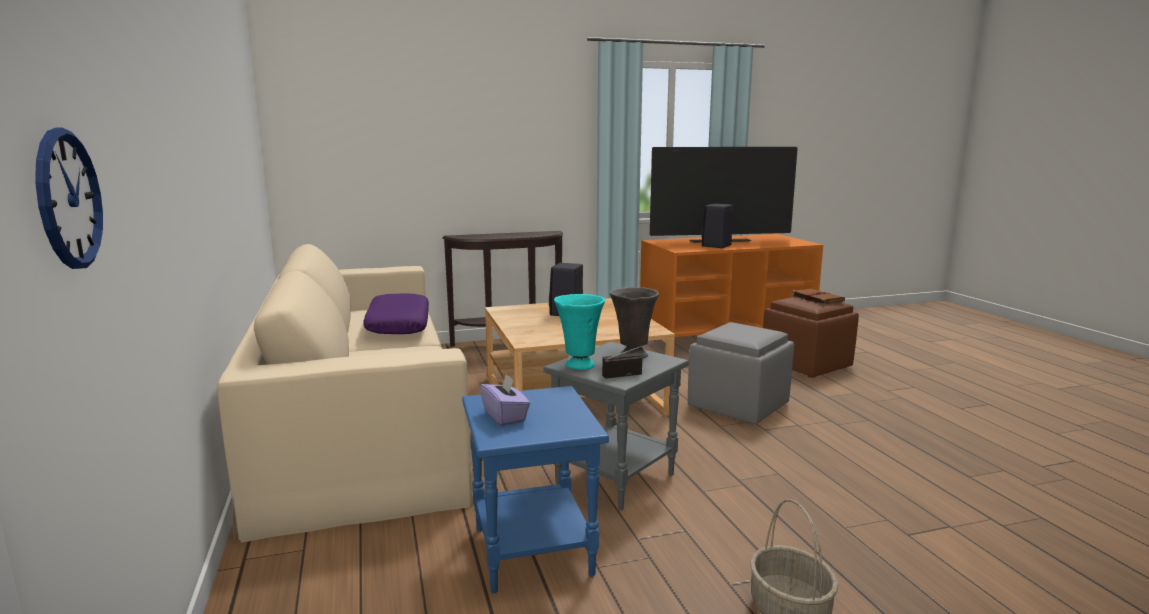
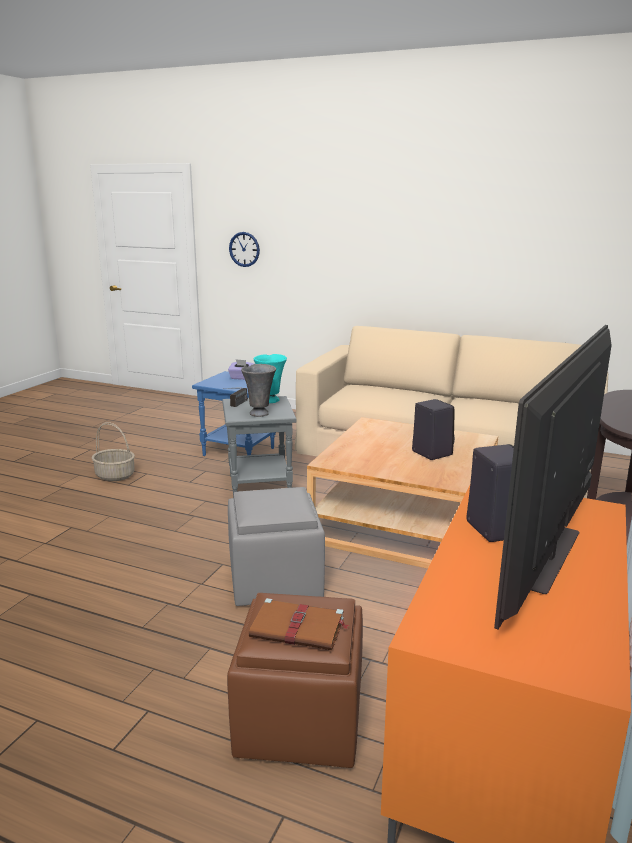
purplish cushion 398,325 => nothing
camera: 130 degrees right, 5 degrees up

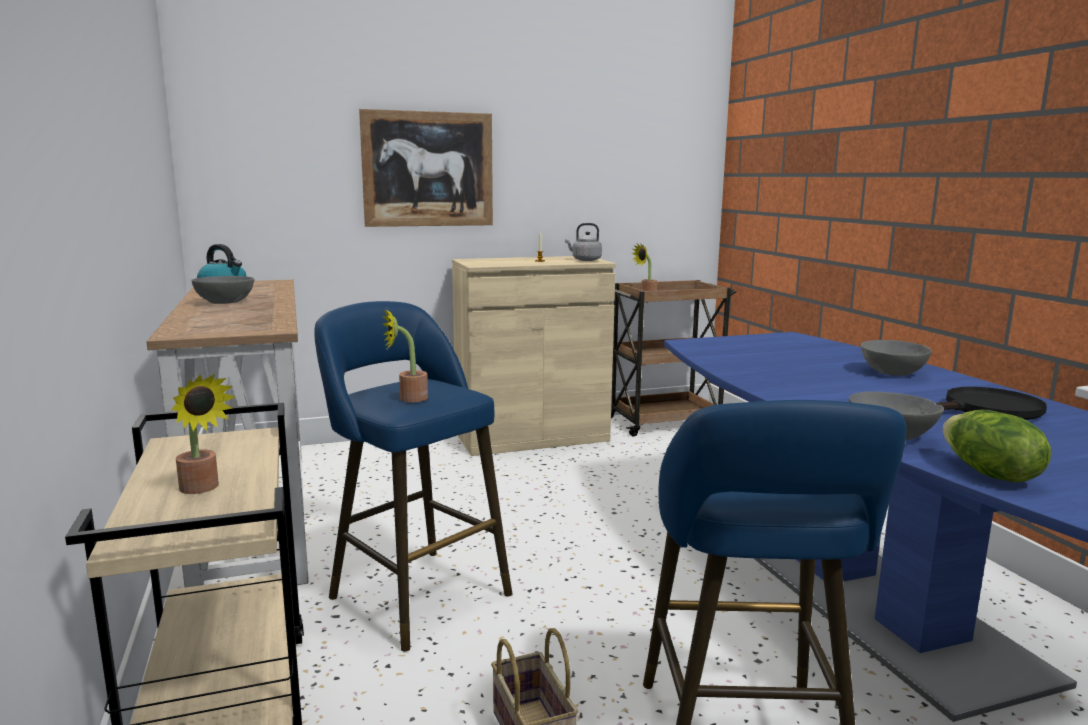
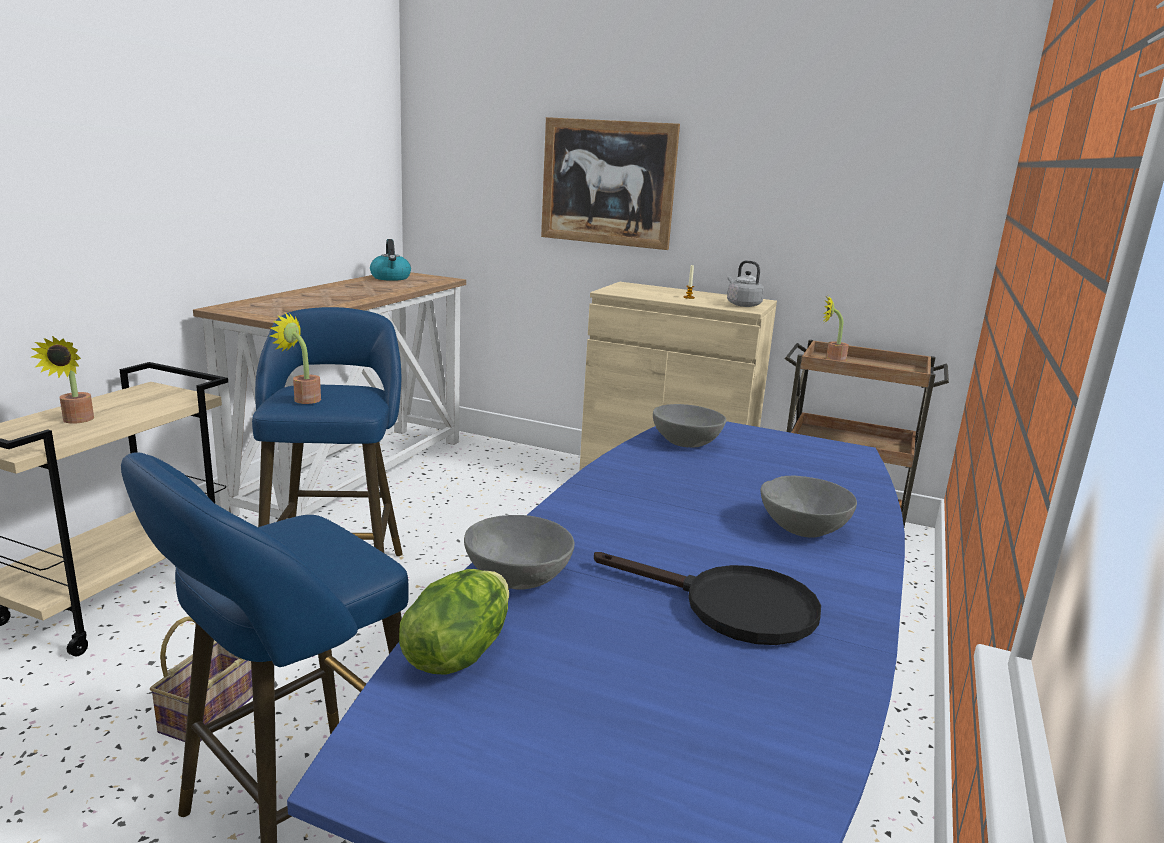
gray deep dish 225,302 => gray deep dish 686,443, shifted
camera: 40 degrees right, 5 degrees up

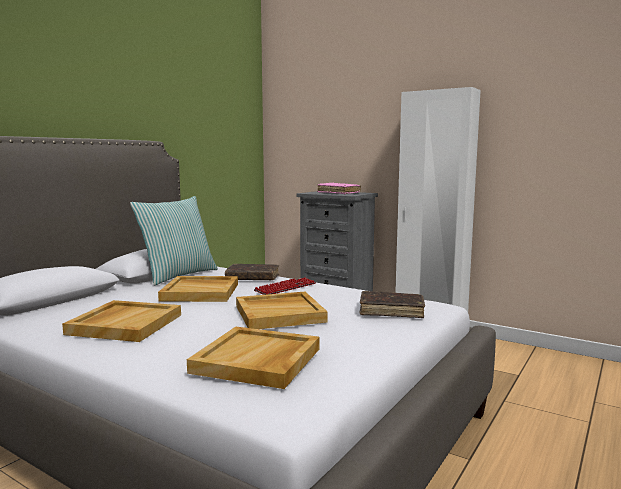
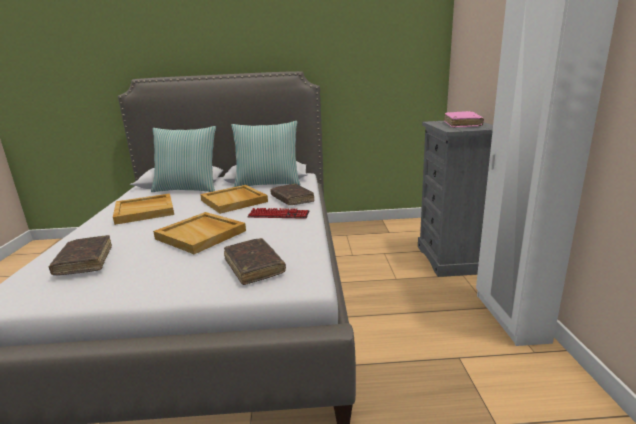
sand-coloured carrying tray 257,361 => brown-coloured book 85,261
nothing => cushion 187,189
camera: 55 degrees right, 10 degrees up

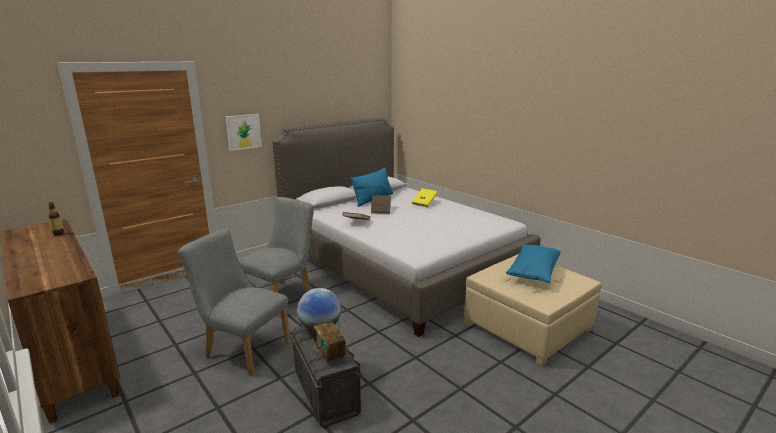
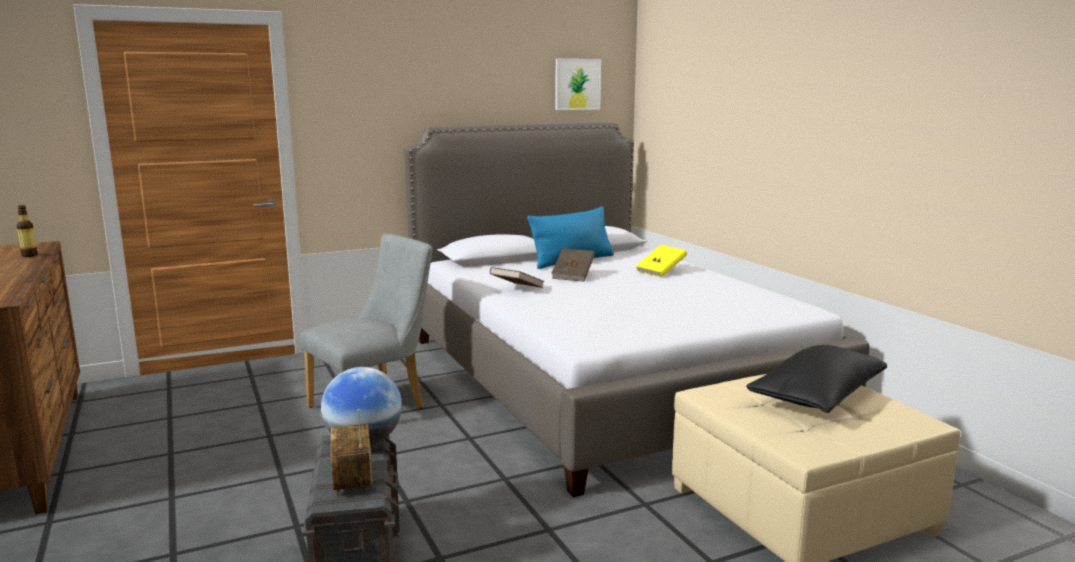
picture 243,131 => picture 577,84, shifted
bluish cushion 533,272 => black cushion 817,397
gray plain chair 243,349 => nothing
camera: 15 degrees right, 5 degrees down

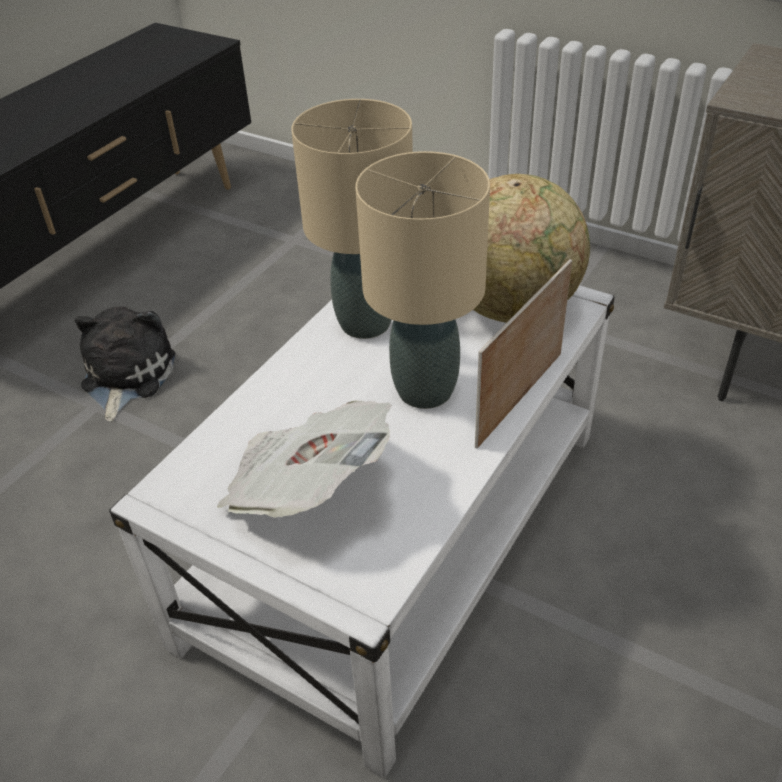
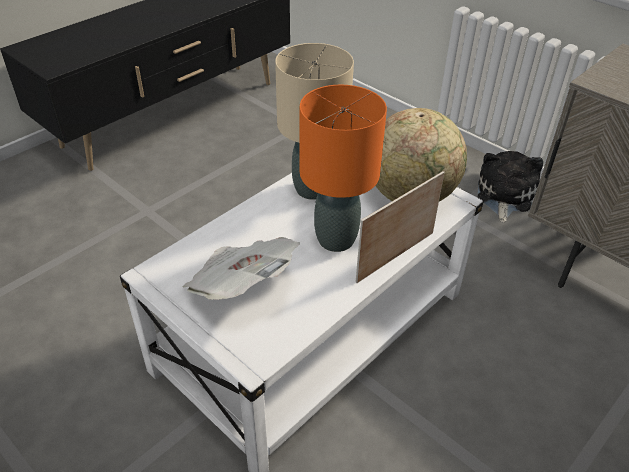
sand-coloured lamp for a table 425,391 => orange-coloured lamp for a table 336,240
soft toy 126,376 => soft toy 504,196, shifted
camera: 10 degrees right, 0 degrees up

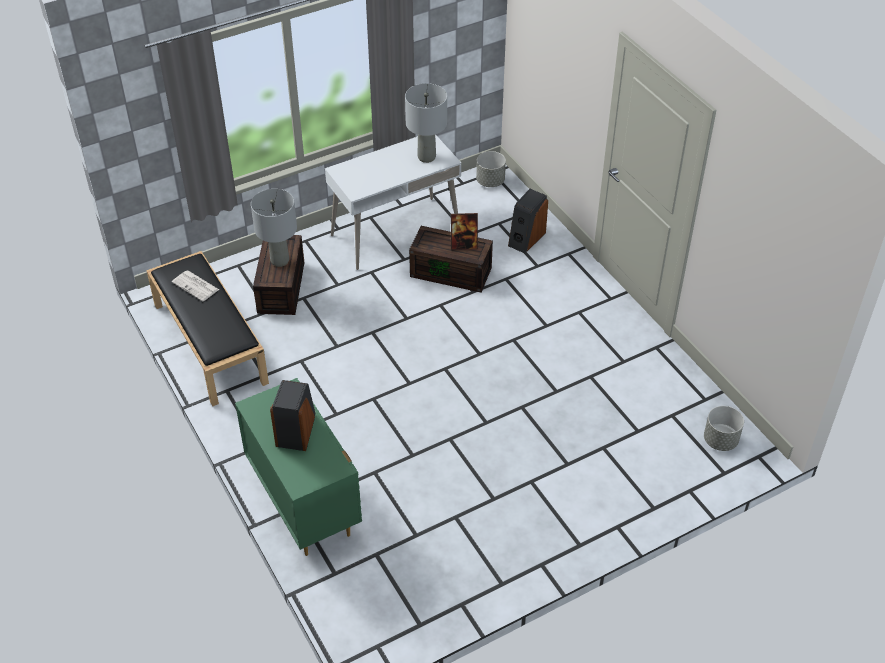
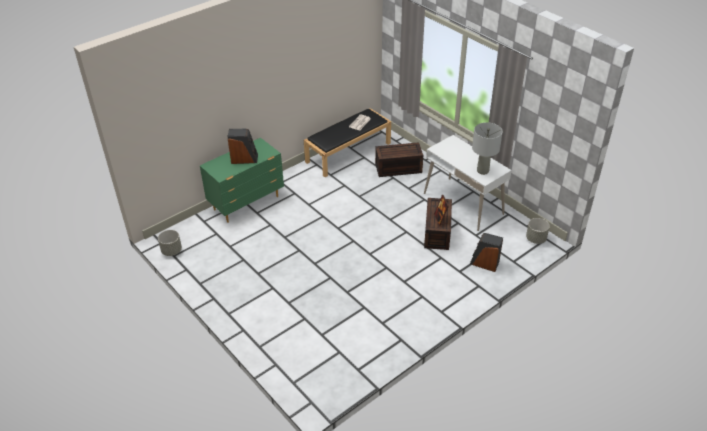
gray flower pot 720,440 => gray flower pot 171,251, shifted
gray lamp for a table 279,260 => nothing
camera: 80 degrees right, 5 degrees down

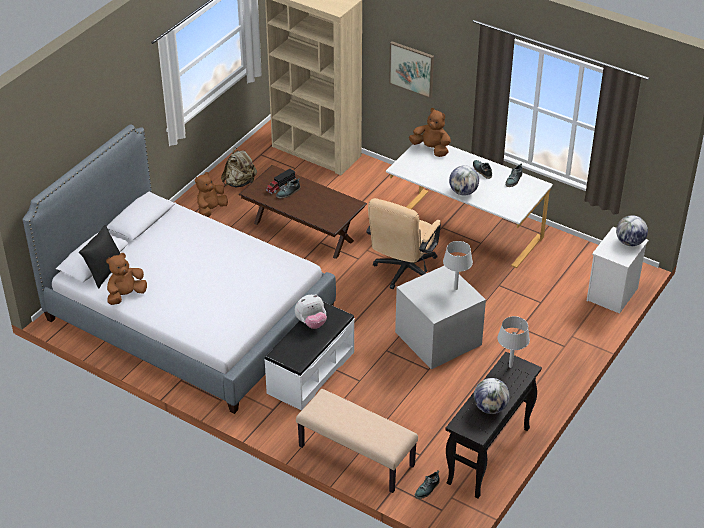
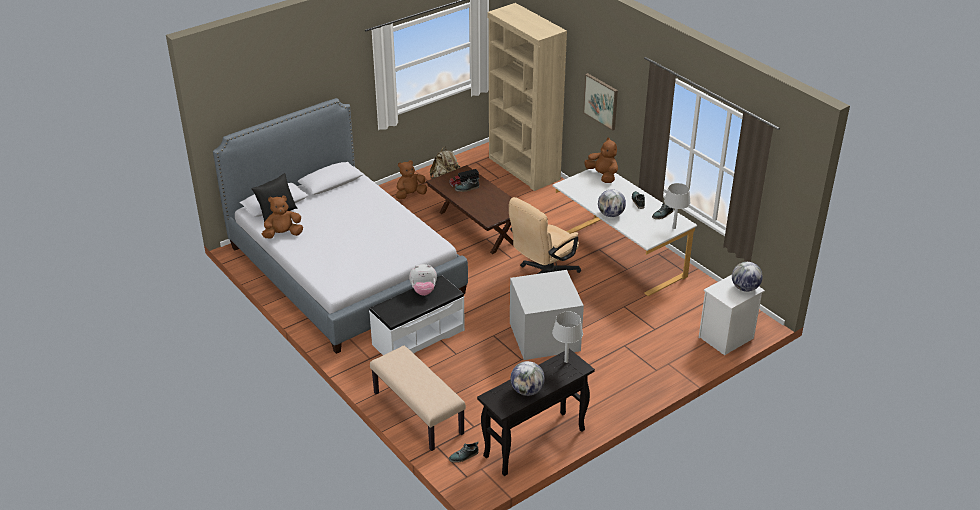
gray lamp for a table 456,288 => gray lamp for a table 674,228, shifted
camera: 20 degrees right, 5 degrees down

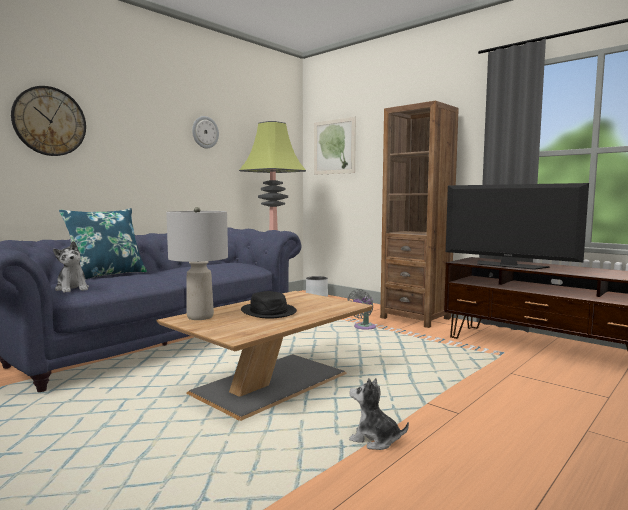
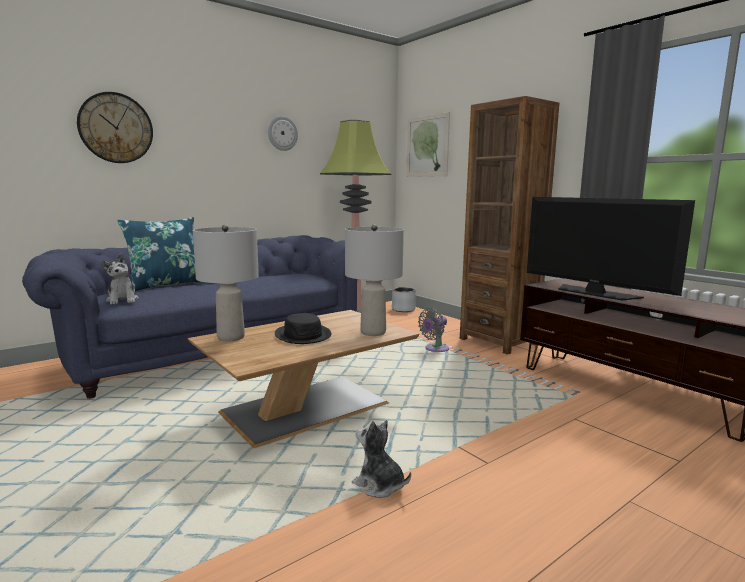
nothing => gray lamp for a table 373,332
camera: 10 degrees right, 5 degrees up

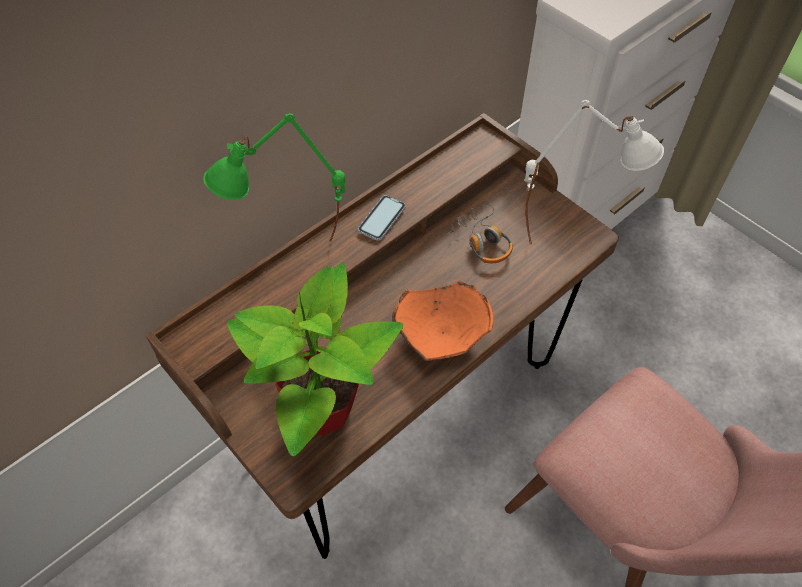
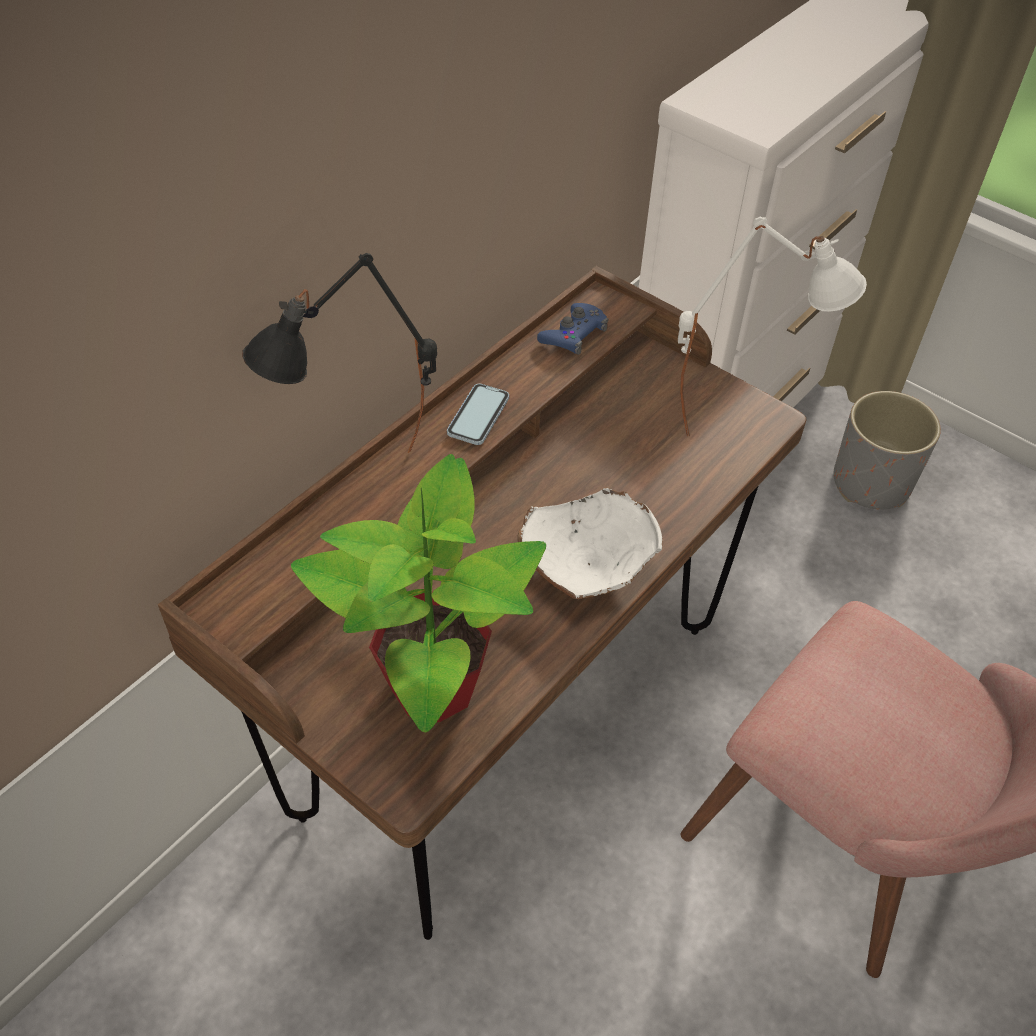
green lamp for a table 294,262 => black lamp for a table 361,485
orange-coloured deep dish 441,334 => white-coloured deep dish 585,567
nothing => bluish gamepad 573,334
nothing => gray flower pot 871,483
pair of headphones 483,241 => nothing
camera: 10 degrees left, 5 degrees down

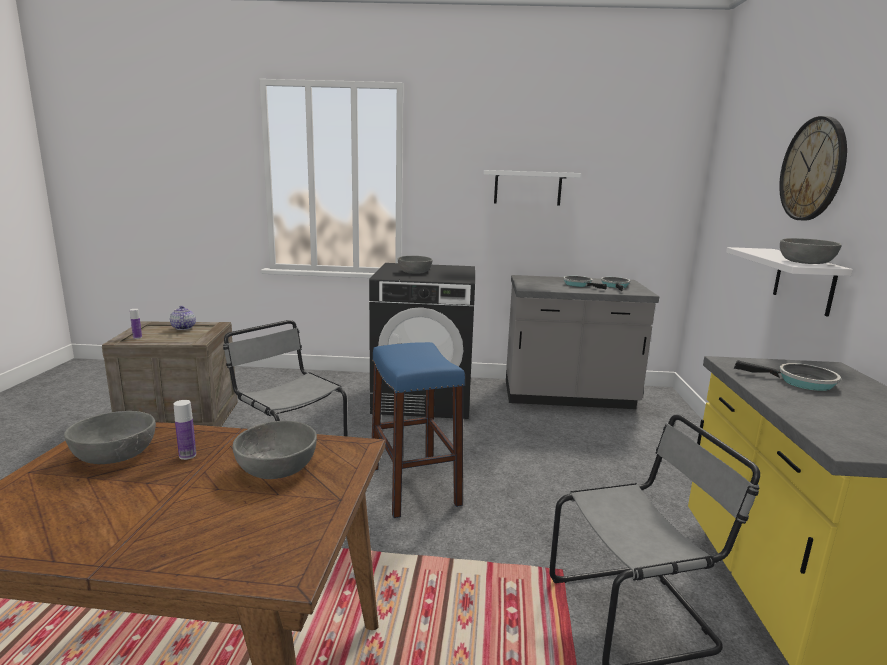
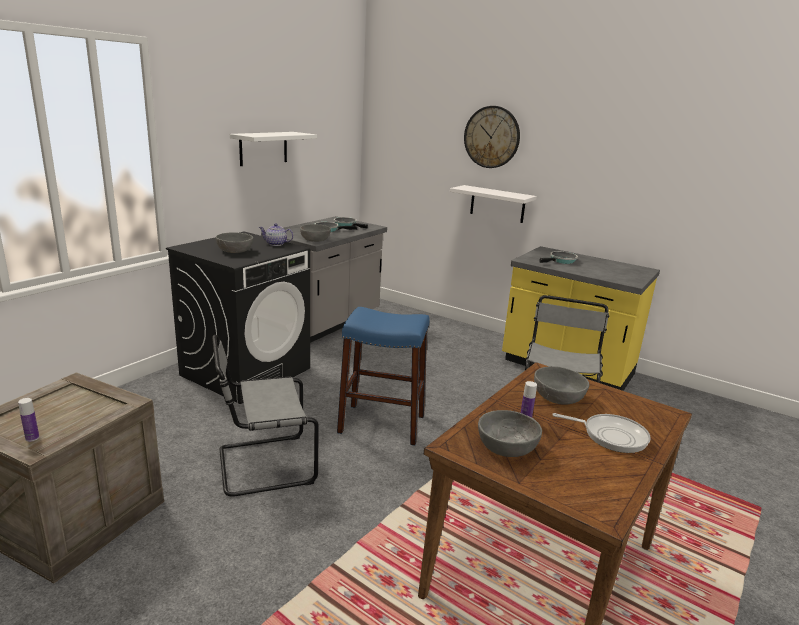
teapot 183,328 => teapot 276,244, shifted
gray deep dish 806,262 => gray deep dish 315,239, shifted
nothing => skillet 611,436
camera: 60 degrees left, 5 degrees up

